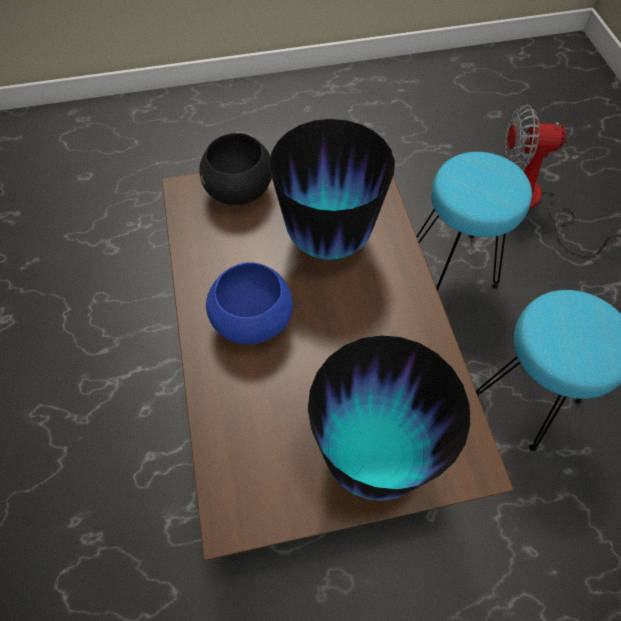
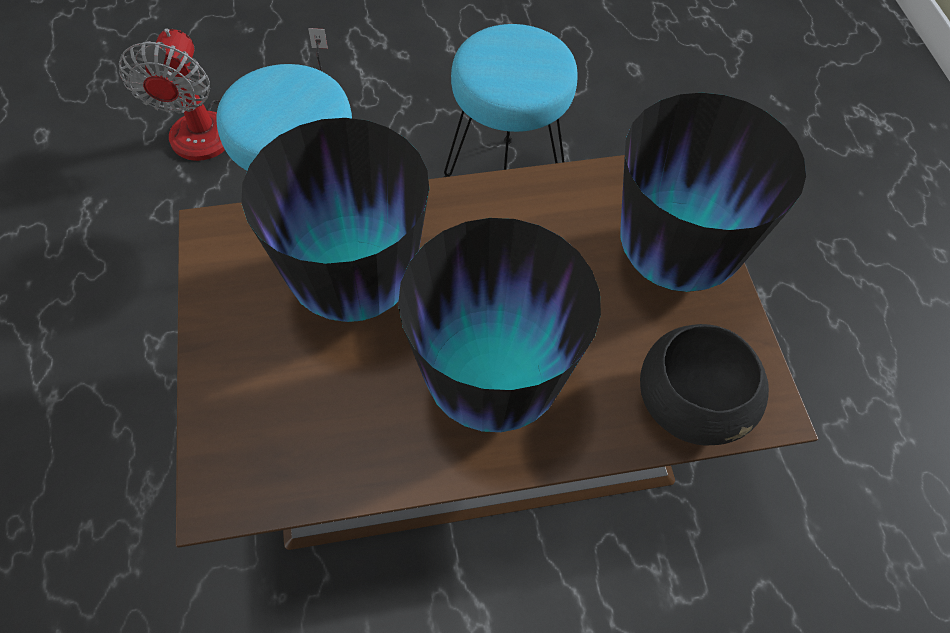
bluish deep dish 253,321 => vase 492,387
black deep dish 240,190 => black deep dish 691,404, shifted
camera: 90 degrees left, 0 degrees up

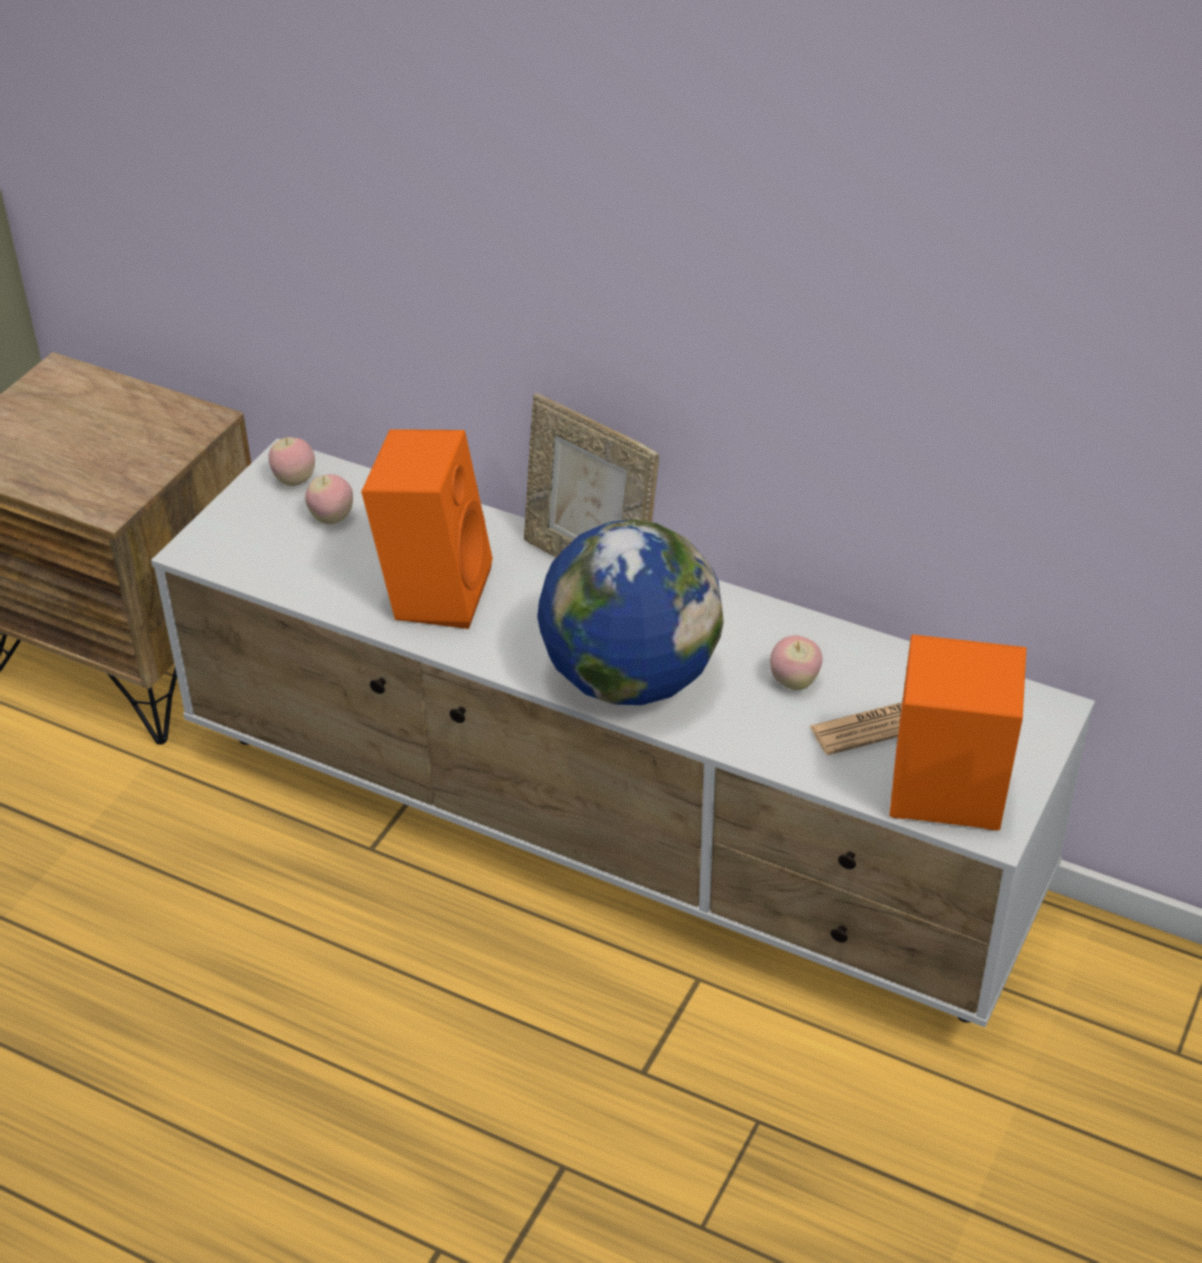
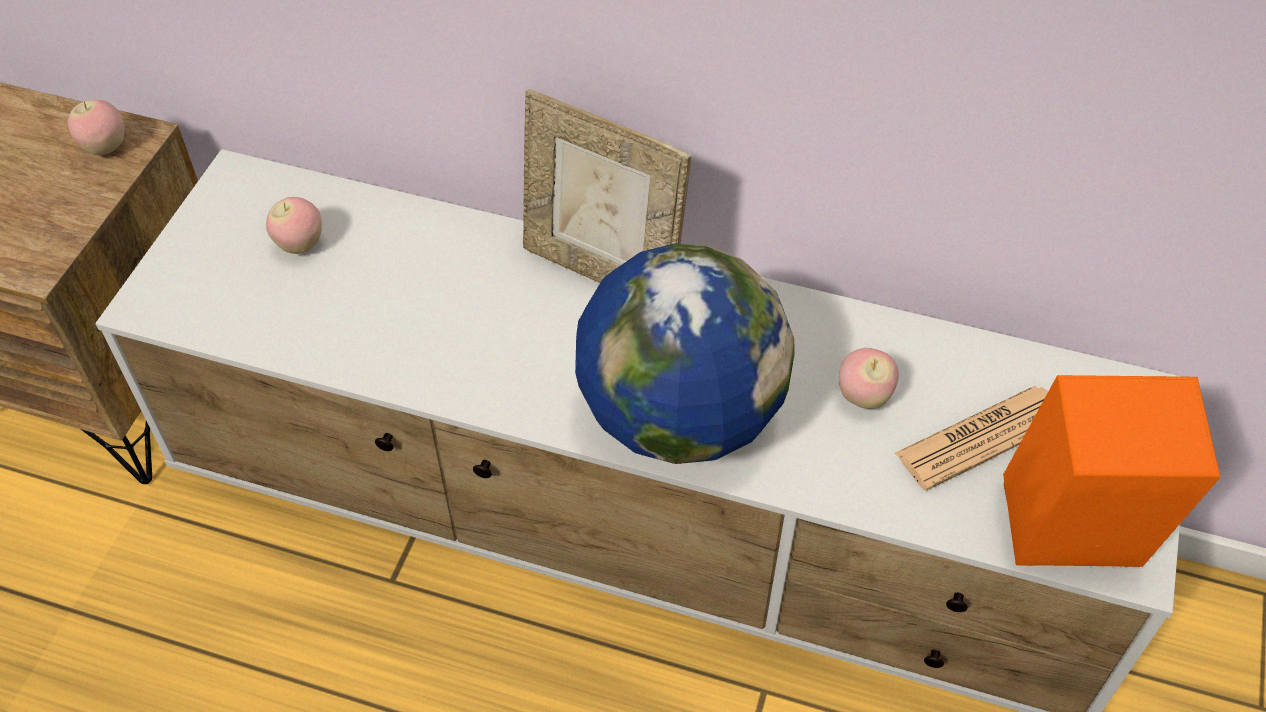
apple 294,481 => apple 105,147, shifted
orange-coloured speaker 433,591 => nothing
camera: 10 degrees left, 10 degrees up

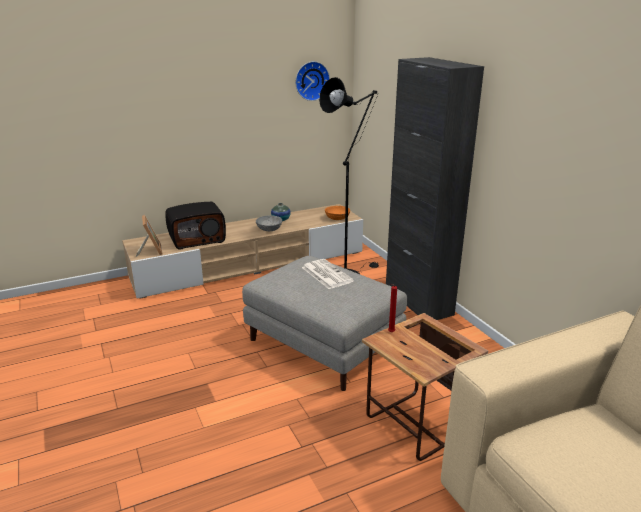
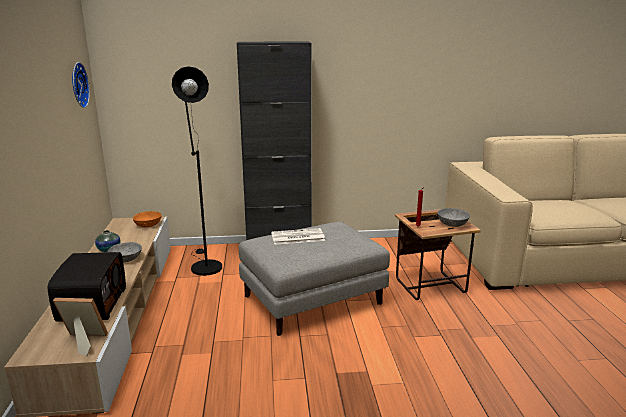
nothing => gray deep dish 452,224
camera: 70 degrees left, 5 degrees down

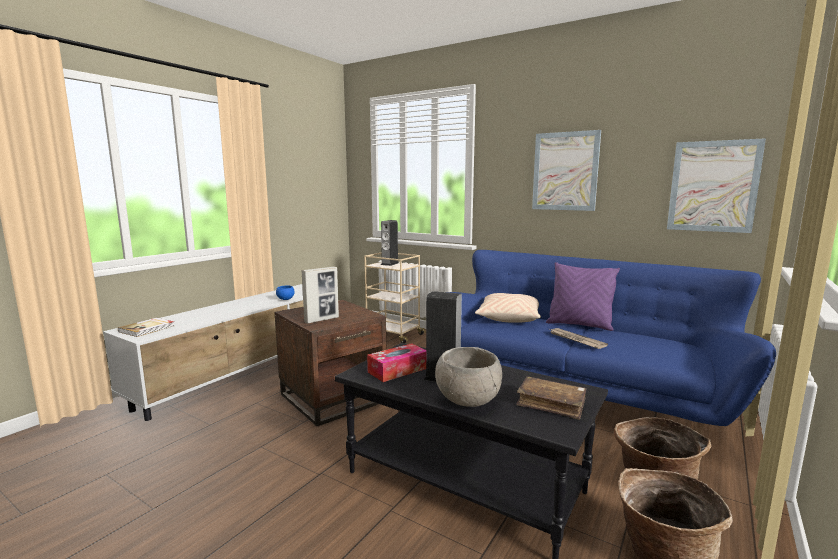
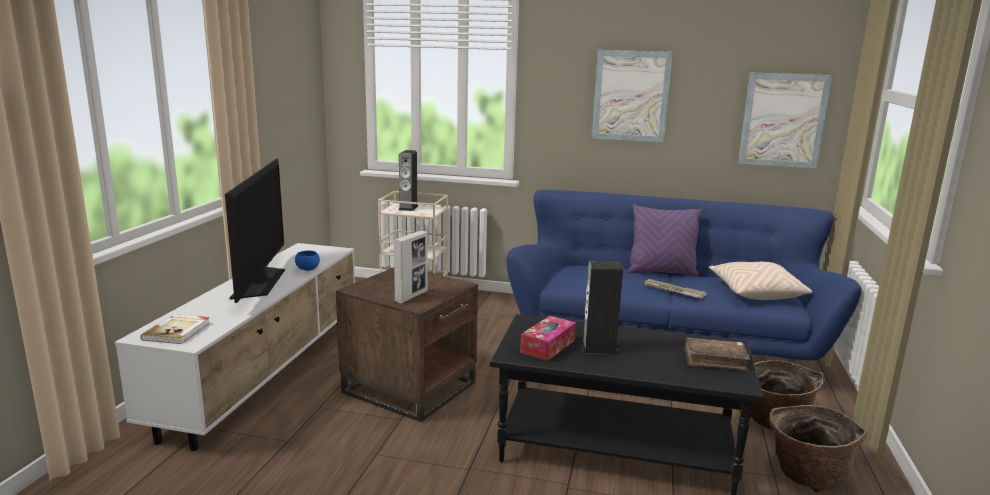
nothing => television 260,282
sand-coloured cushion 508,318 => sand-coloured cushion 755,293, shifted
gray deep dish 467,401 => nothing
camera: 20 degrees left, 5 degrees up

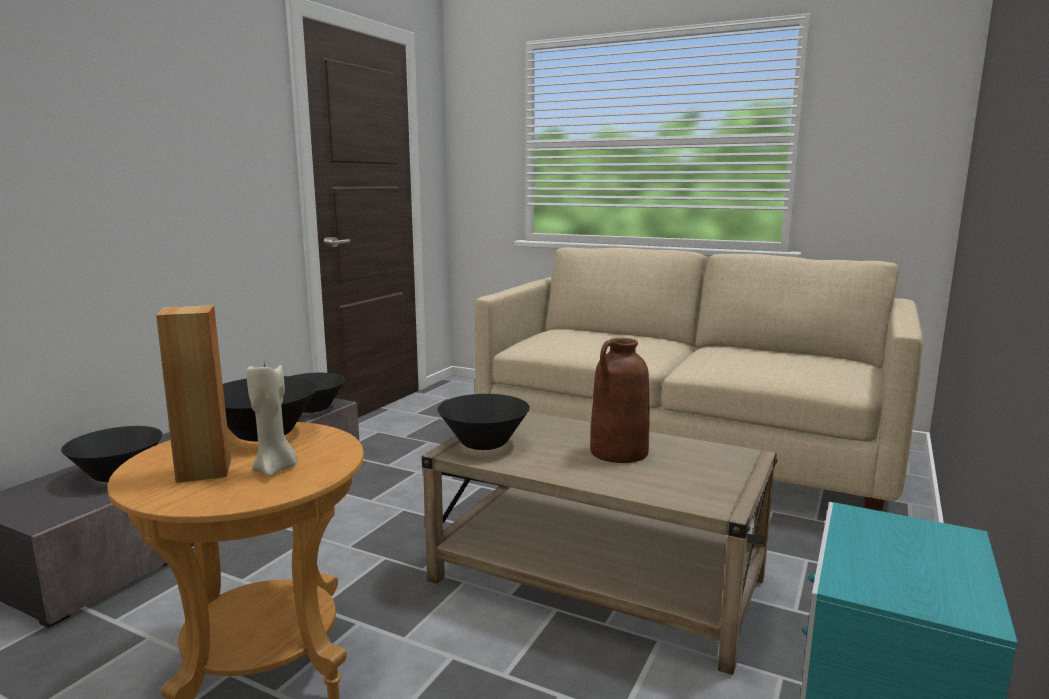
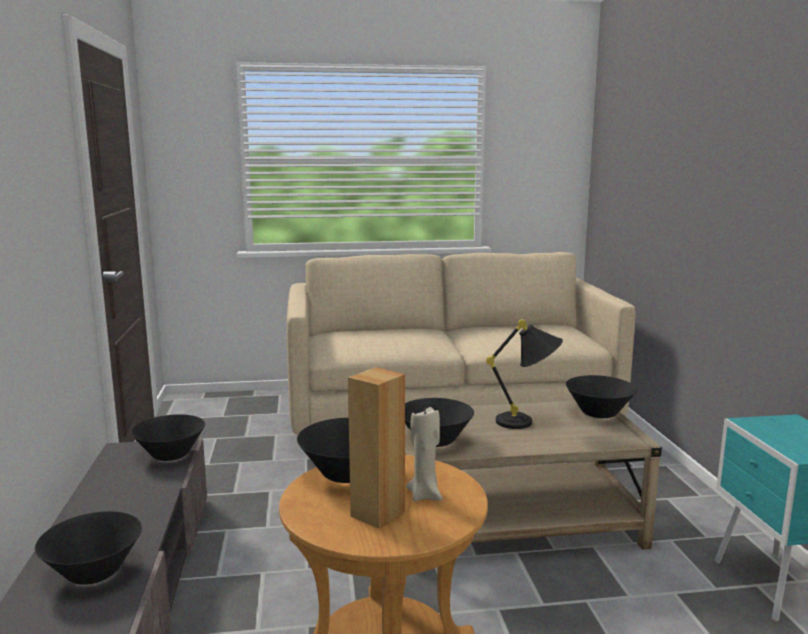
brown-coloured vase 619,452 => black lamp for a table 527,423
nothing => black deep dish 598,413
camera: 35 degrees left, 0 degrees up

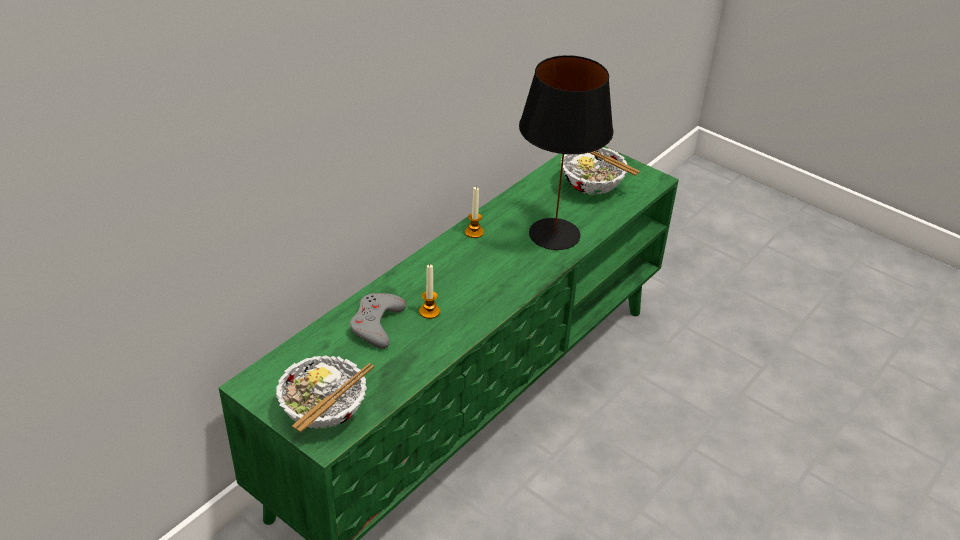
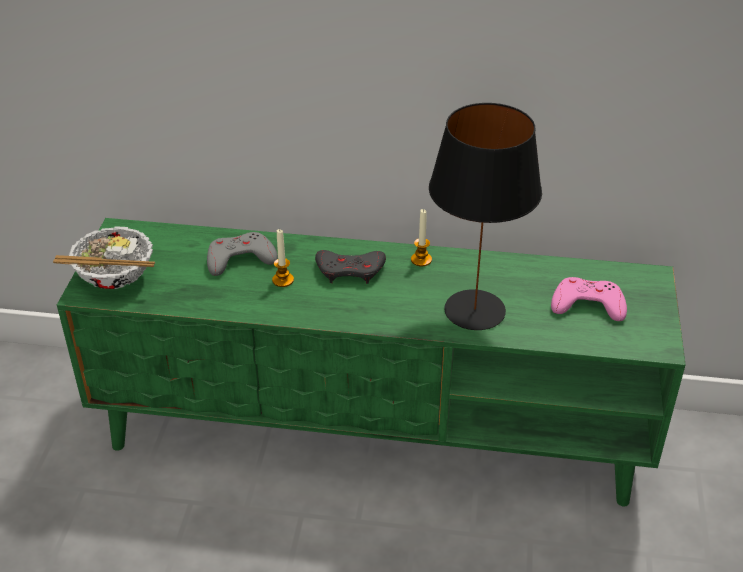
nothing => gray gamepad 350,270
deep dish 592,186 => pink gamepad 587,305
camera: 60 degrees right, 0 degrees up

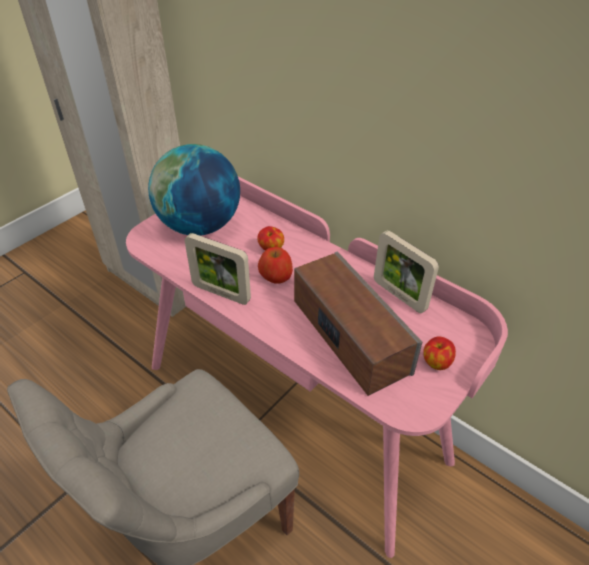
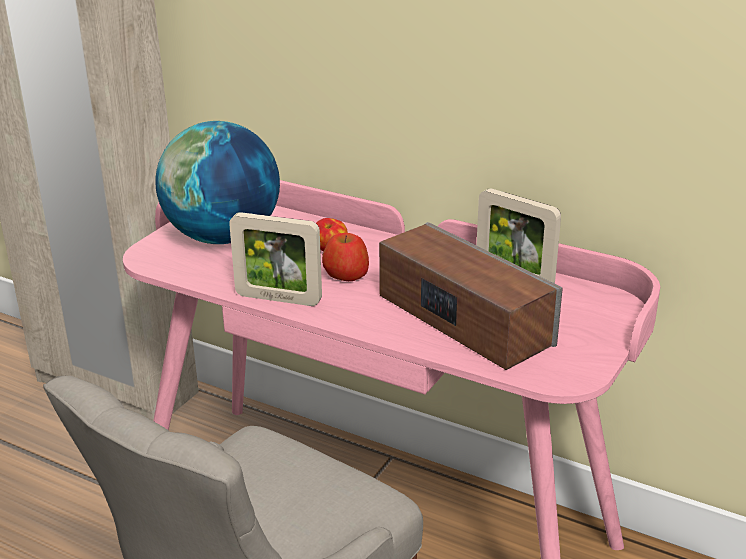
apple 436,363 => nothing
camera: 10 degrees left, 15 degrees down

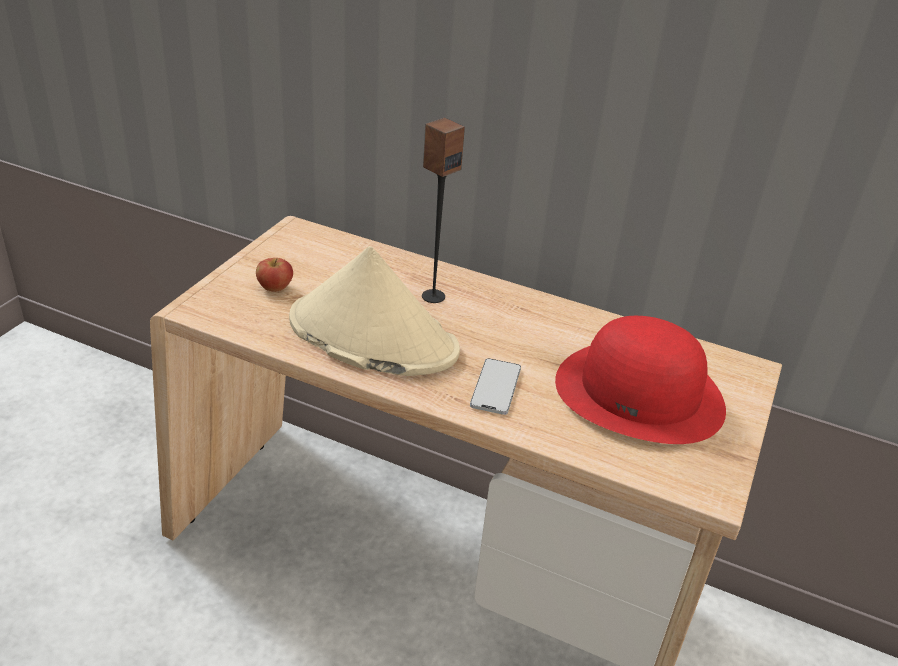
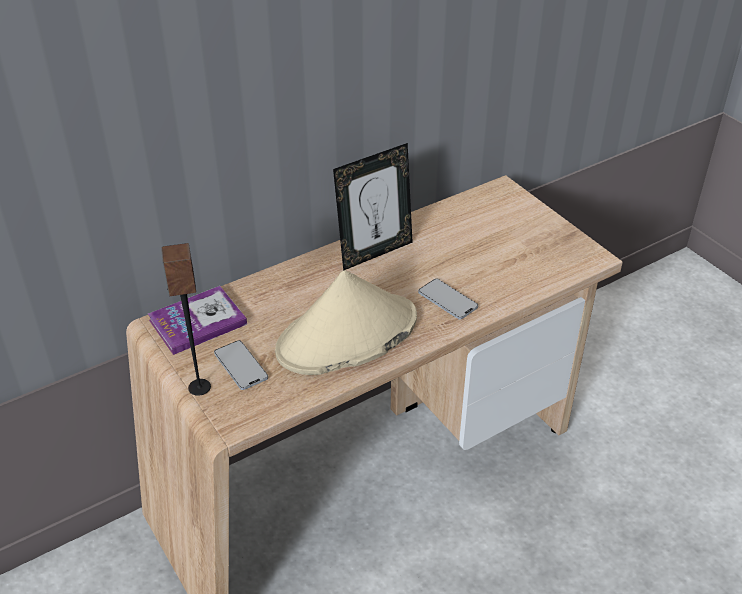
nothing => book 197,322
speaker 433,296 => speaker 199,387, shifted
apple 275,288 => phone 241,366
nothing => picture frame 374,252
red-coloured hat 640,393 => nothing
camera: 55 degrees left, 5 degrees up

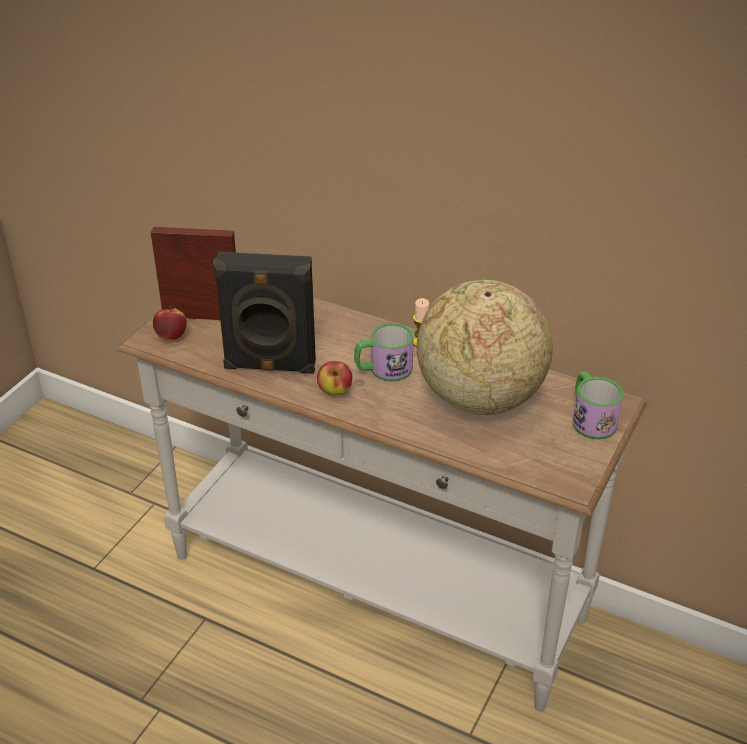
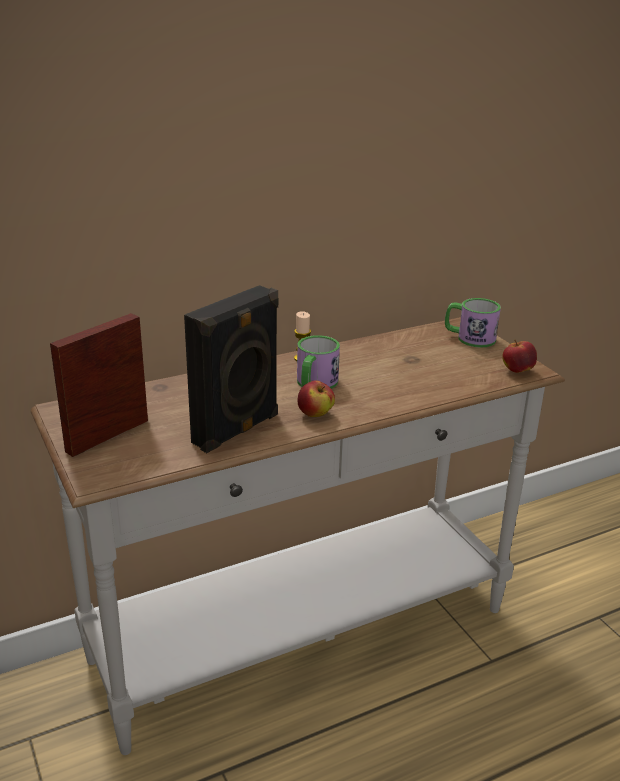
apple 171,336 => apple 517,370, shifted
world globe 479,398 => nothing
camera: 55 degrees left, 10 degrees down

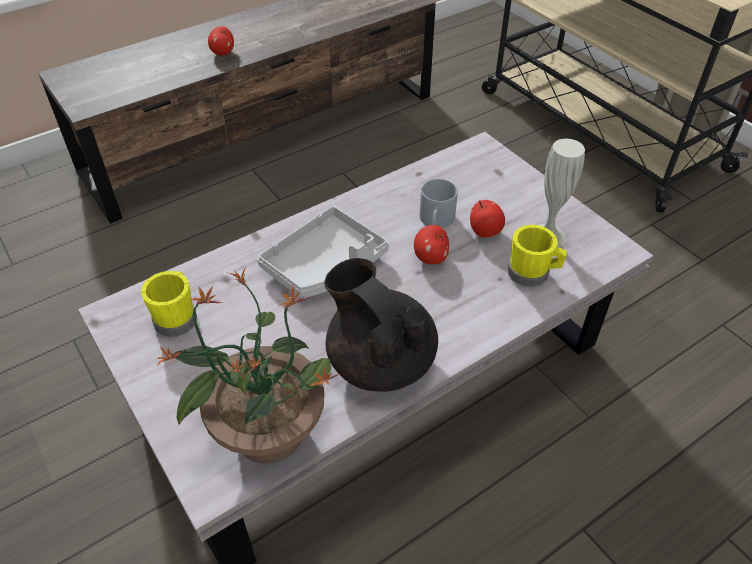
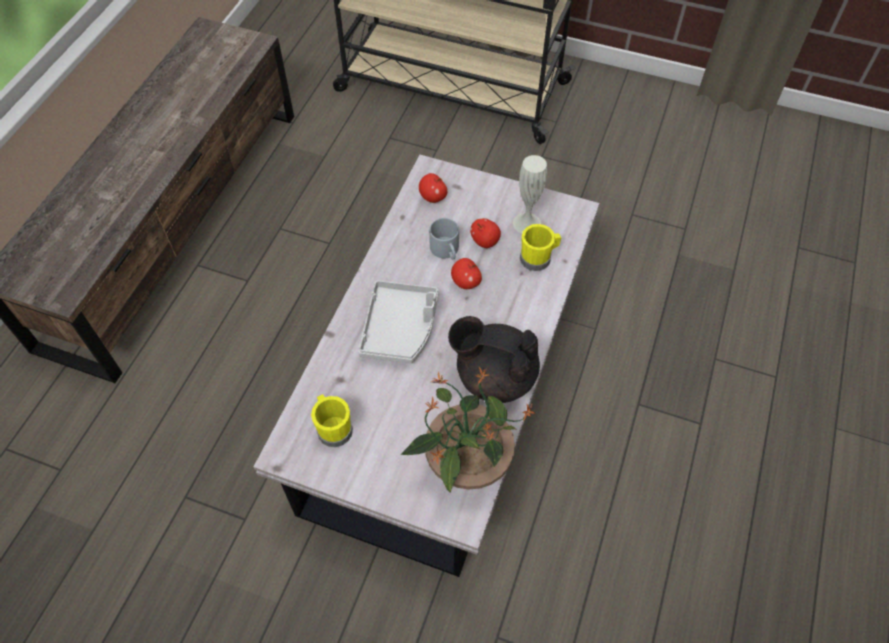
apple 223,53 => apple 433,197, shifted
camera: 35 degrees left, 10 degrees up

